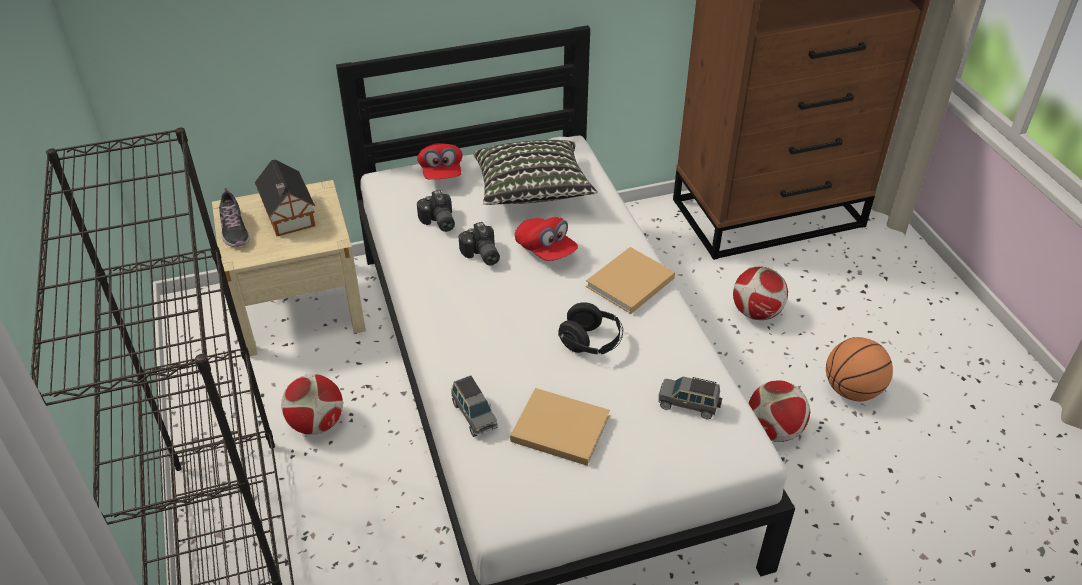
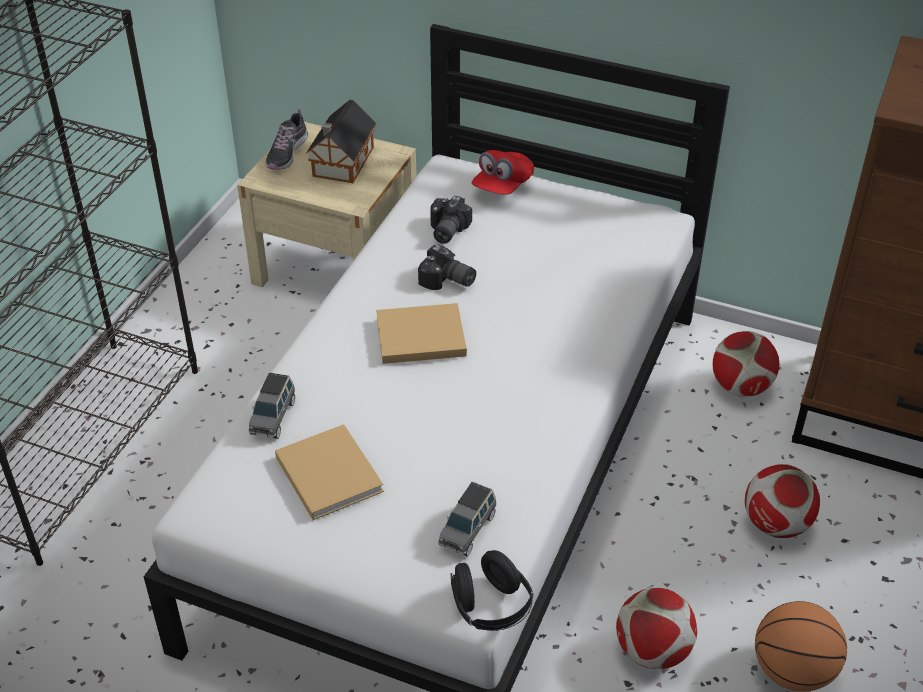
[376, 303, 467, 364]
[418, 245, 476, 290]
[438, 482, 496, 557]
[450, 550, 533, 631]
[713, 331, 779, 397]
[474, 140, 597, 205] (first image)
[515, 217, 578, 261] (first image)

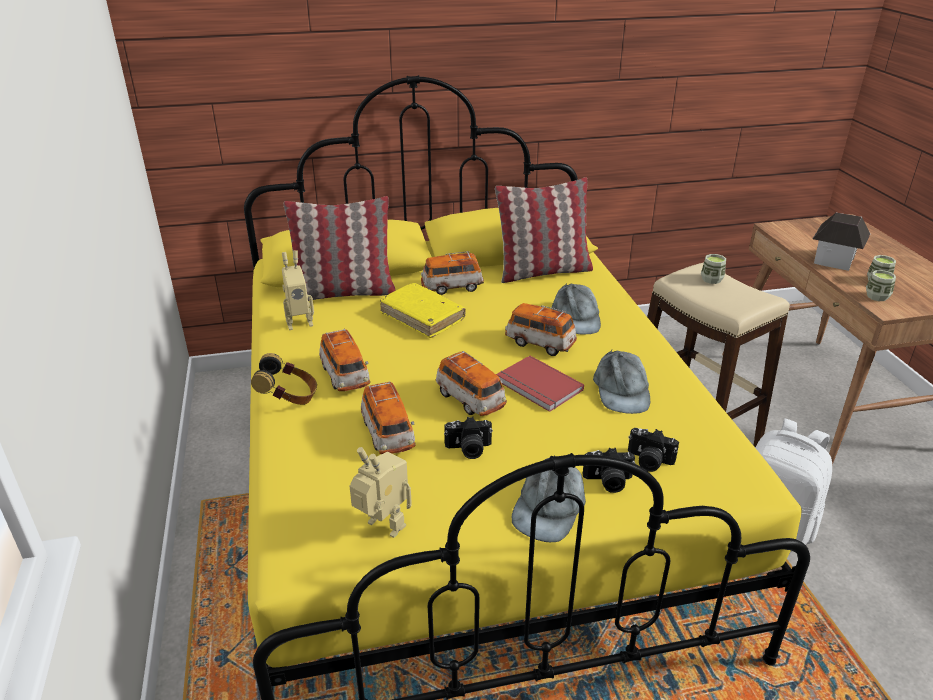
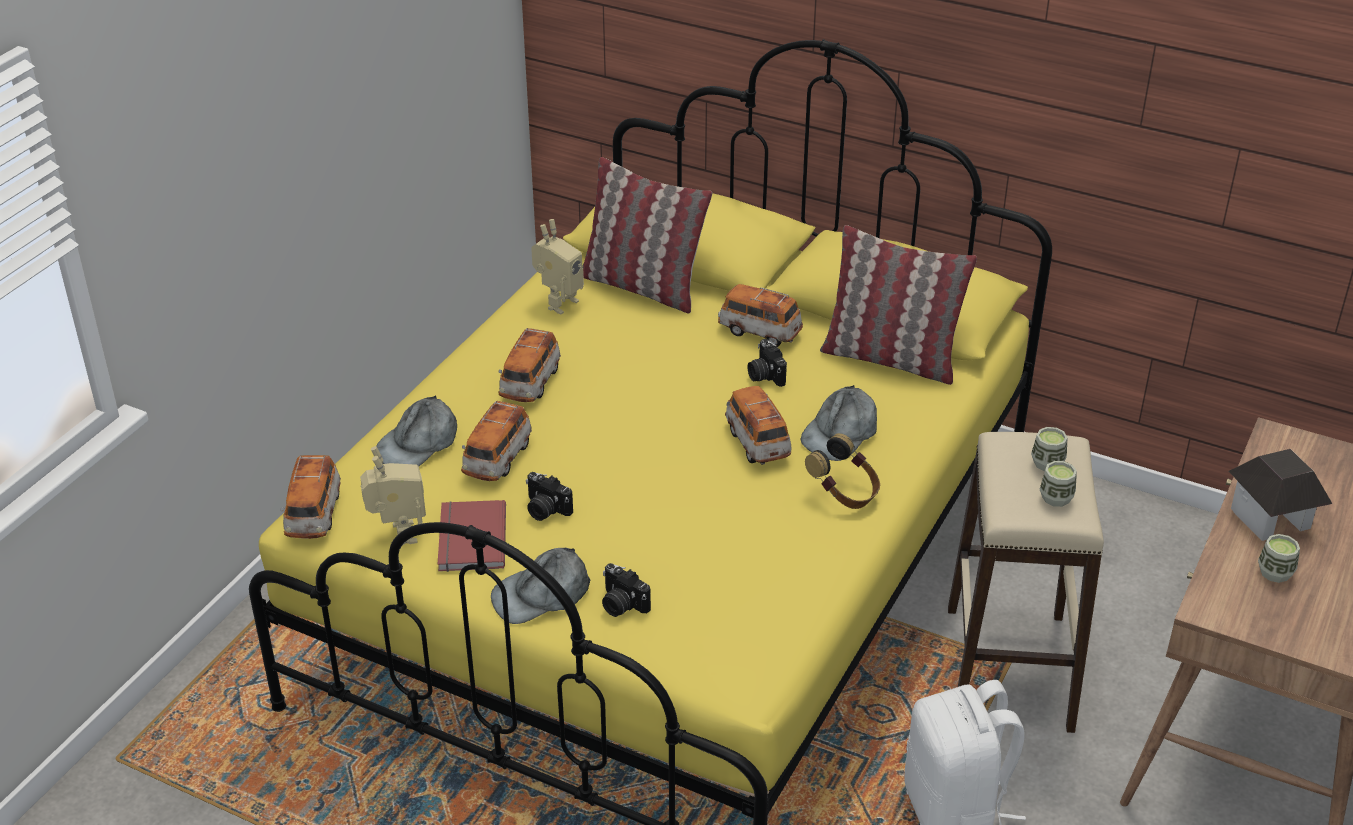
[280, 455, 341, 539]
[376, 396, 457, 466]
[438, 500, 506, 572]
[531, 219, 584, 315]
[747, 339, 787, 387]
[805, 433, 880, 509]
[1040, 461, 1077, 507]
[380, 283, 466, 338] (first image)

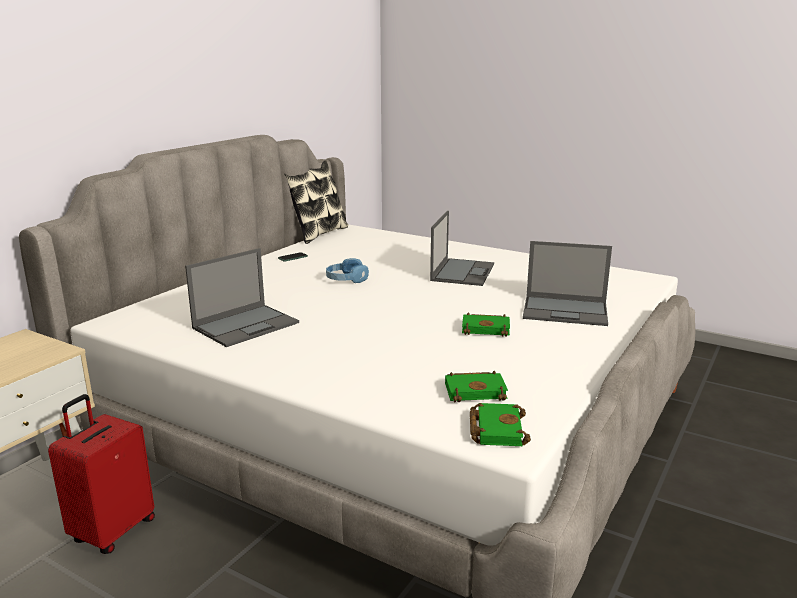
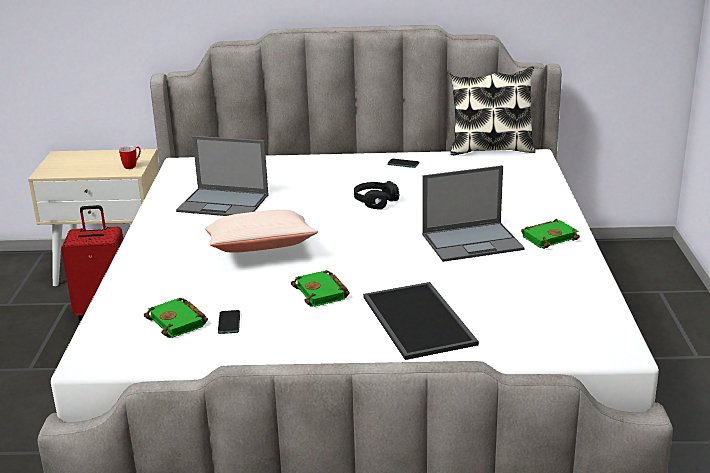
[119, 146, 141, 169]
[205, 209, 318, 253]
[218, 310, 240, 334]
[354, 181, 399, 209]
[363, 282, 479, 360]
[521, 219, 580, 249]

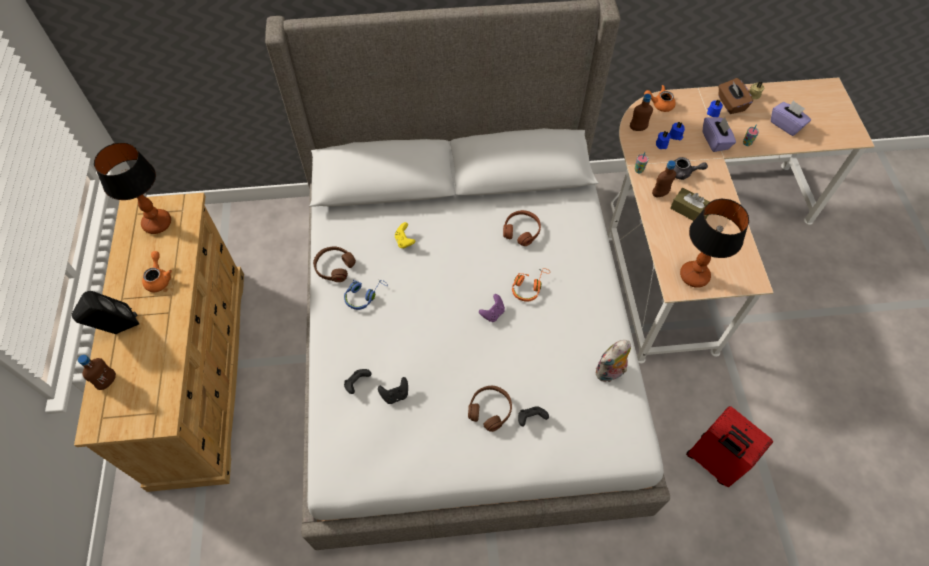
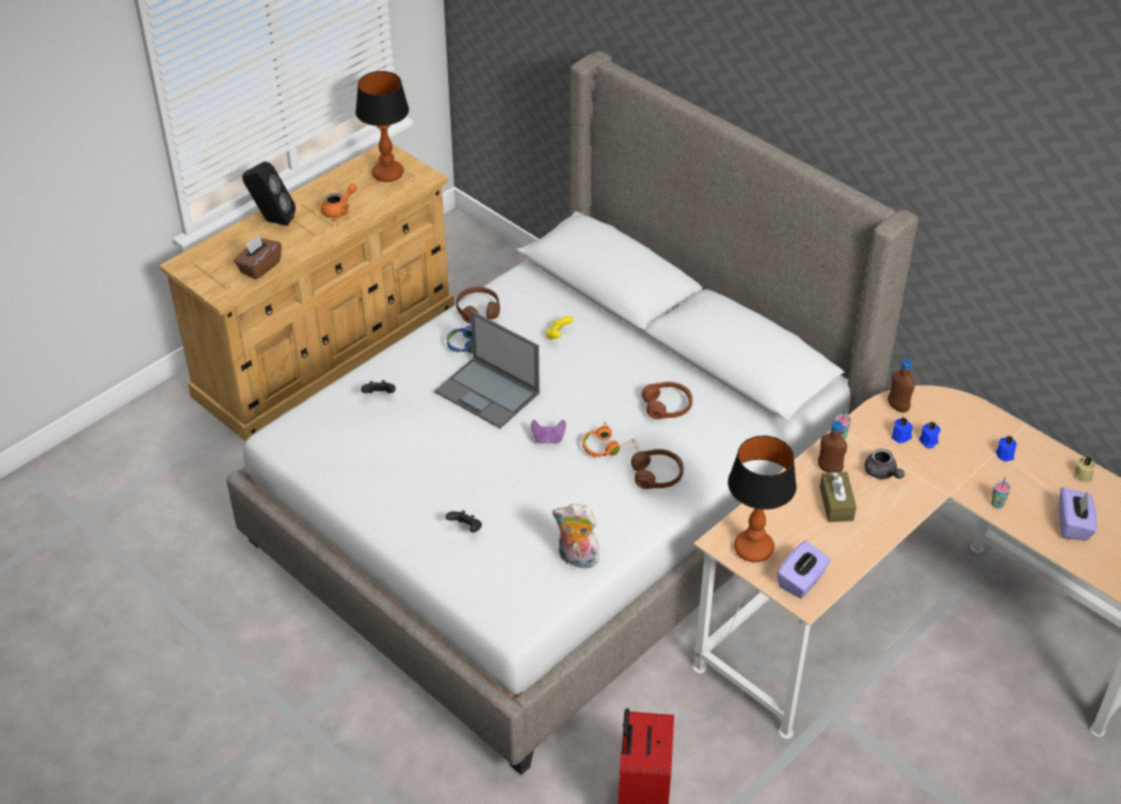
[234, 235, 282, 280]
[435, 311, 540, 429]
[631, 449, 684, 489]
[777, 541, 831, 599]
[78, 355, 116, 390] (first image)
[378, 377, 408, 404] (first image)
[644, 85, 675, 112] (first image)

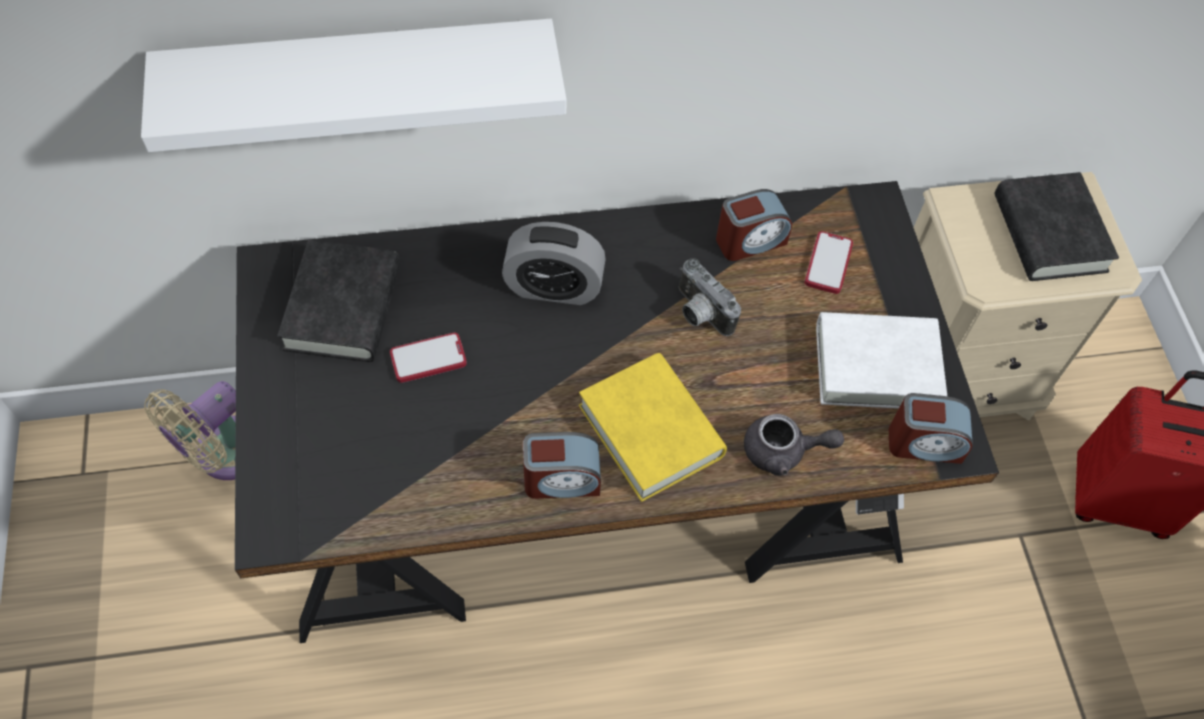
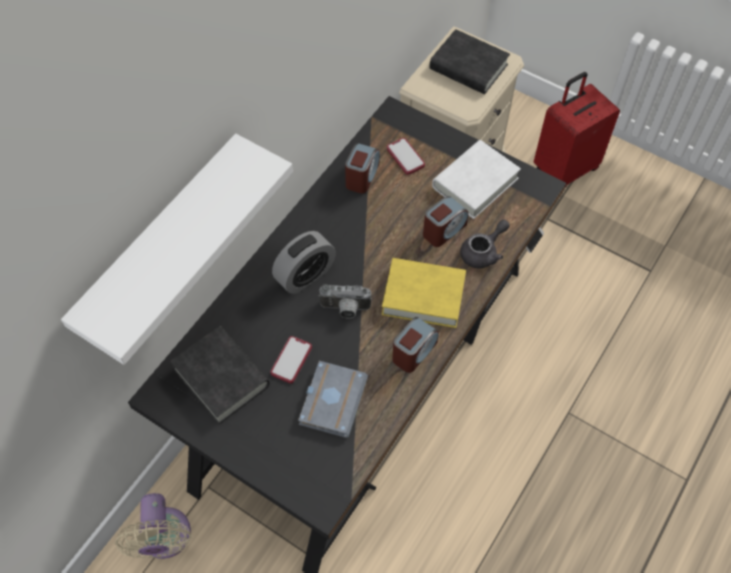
[298, 361, 368, 438]
[318, 284, 372, 319]
[423, 196, 469, 247]

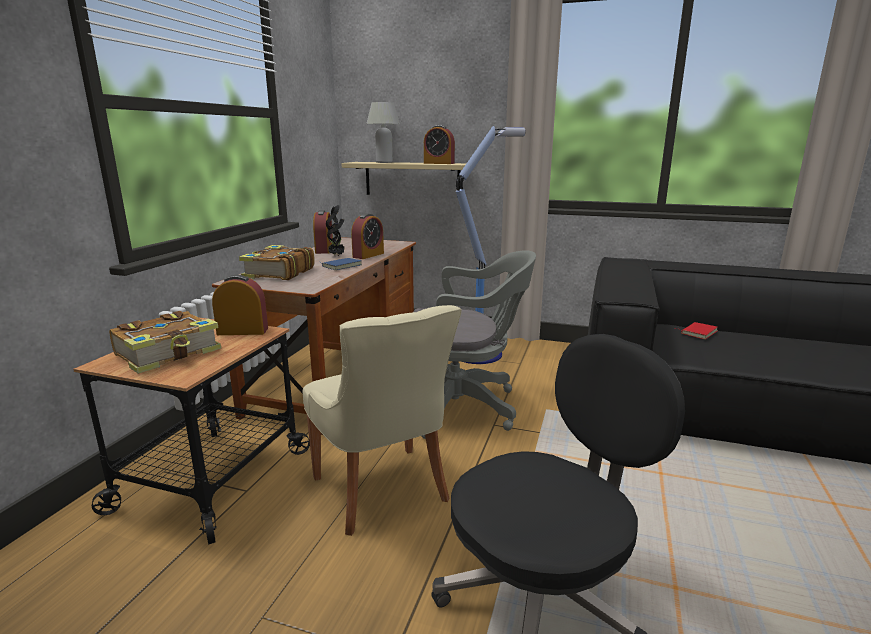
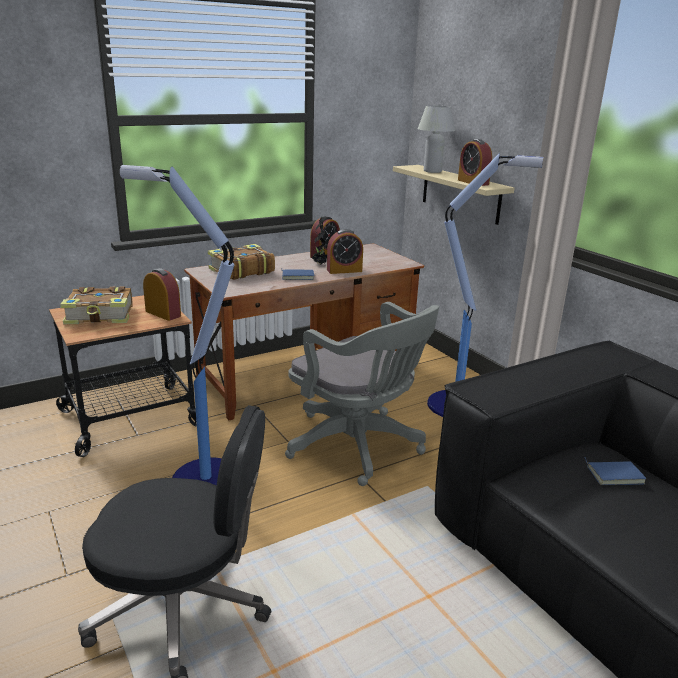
[120, 165, 234, 486]
[585, 457, 647, 485]

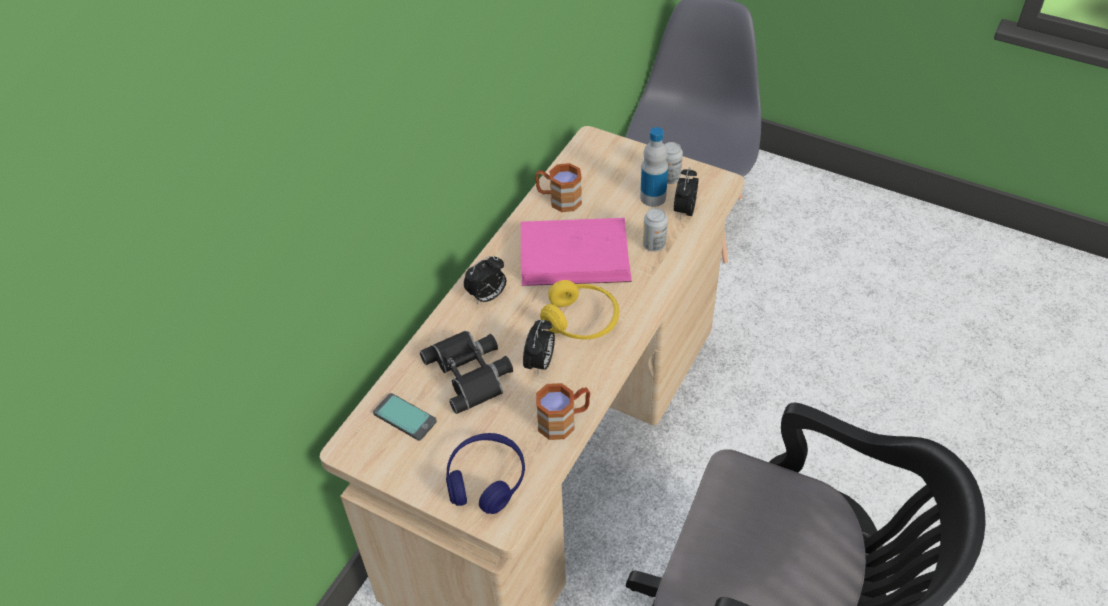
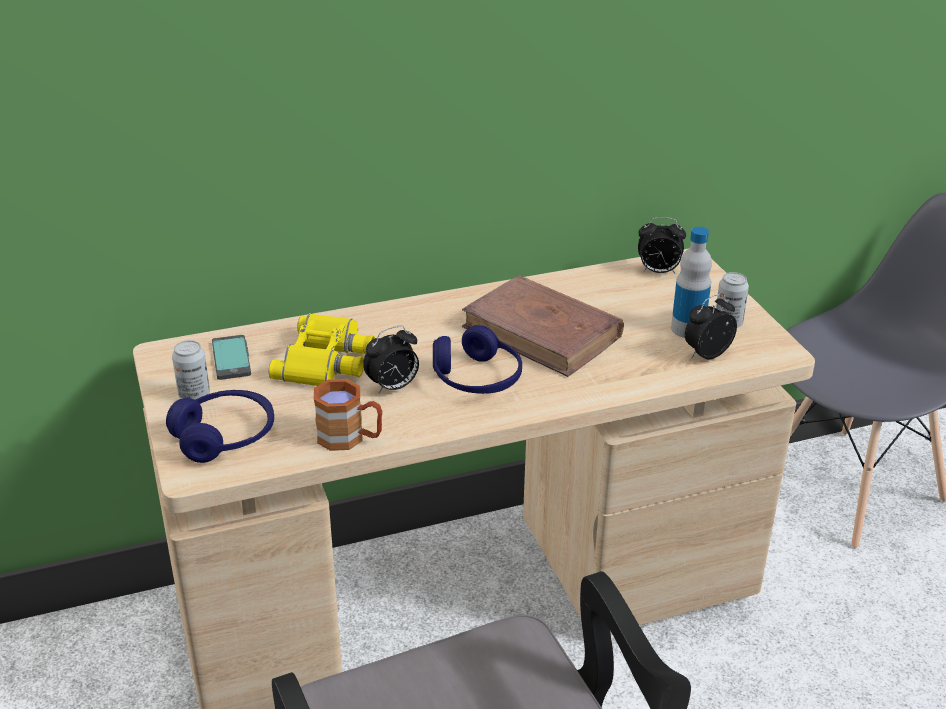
[172, 340, 210, 400]
[269, 313, 375, 386]
[433, 325, 522, 394]
[462, 275, 624, 377]
[638, 217, 686, 273]
[535, 163, 582, 212] (first image)

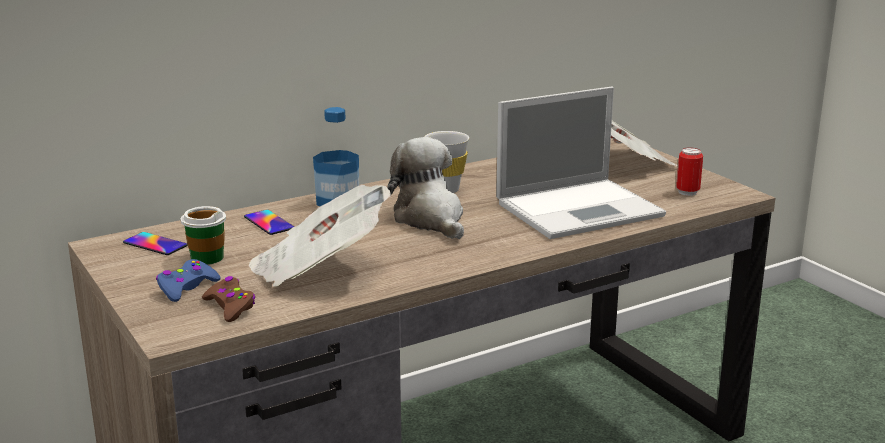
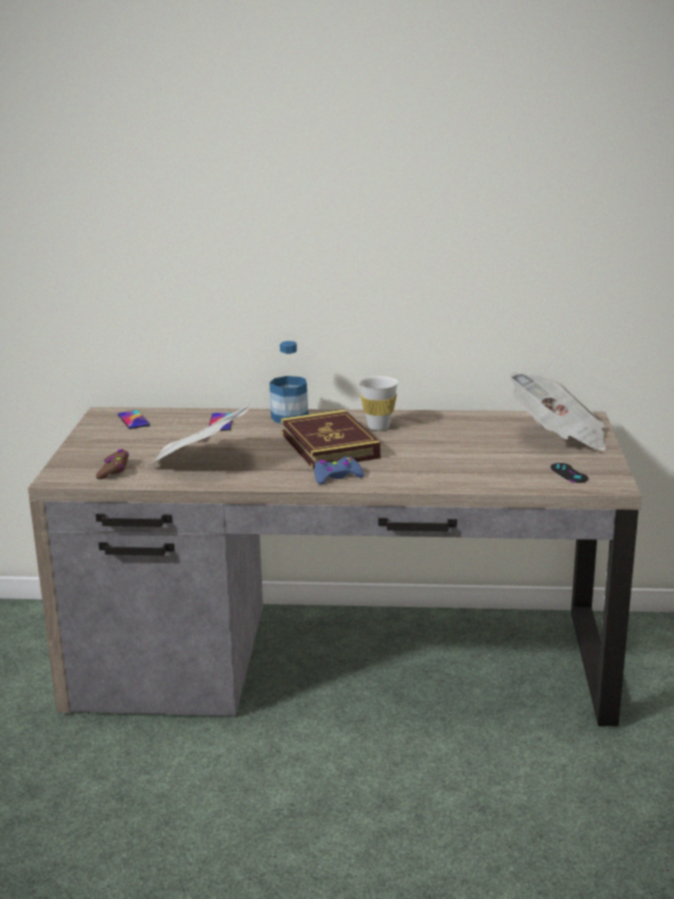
[281, 410, 381, 469]
[314, 457, 364, 484]
[550, 463, 588, 483]
[181, 206, 226, 265] (first image)
[496, 87, 666, 239] (first image)

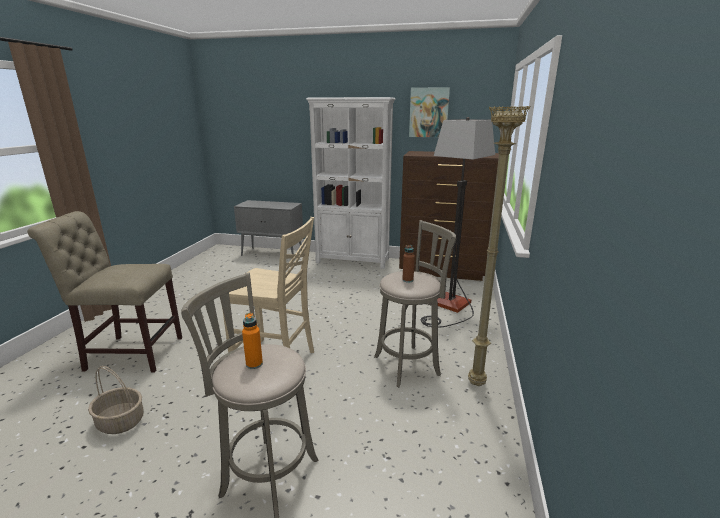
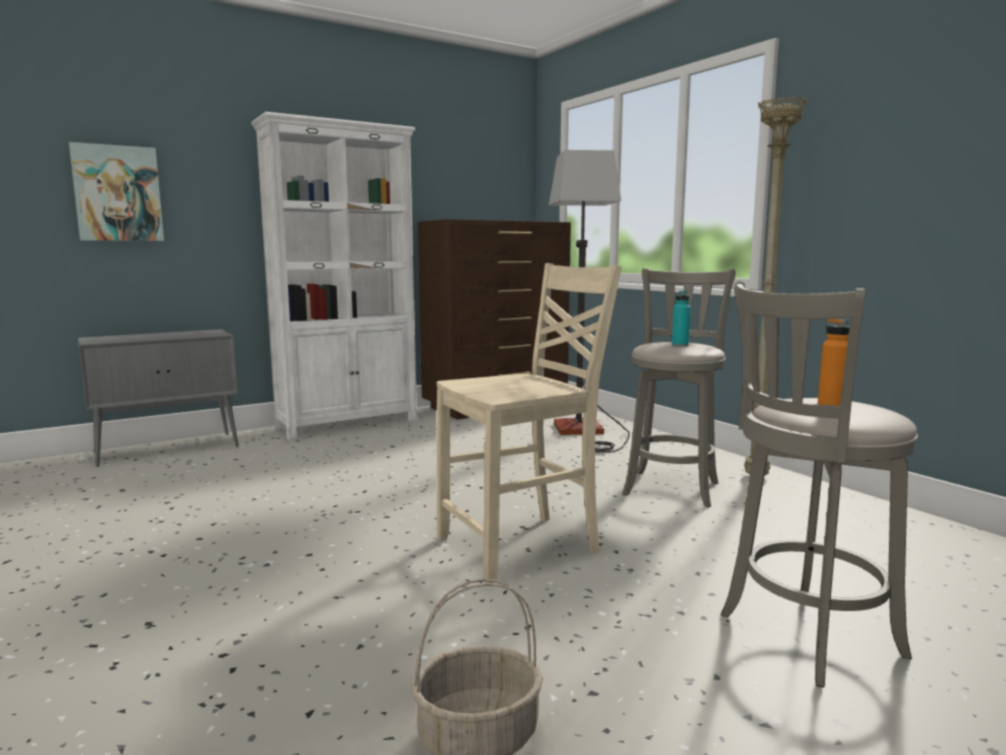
[69, 142, 164, 241]
[672, 291, 690, 347]
[27, 211, 182, 373] (first image)

